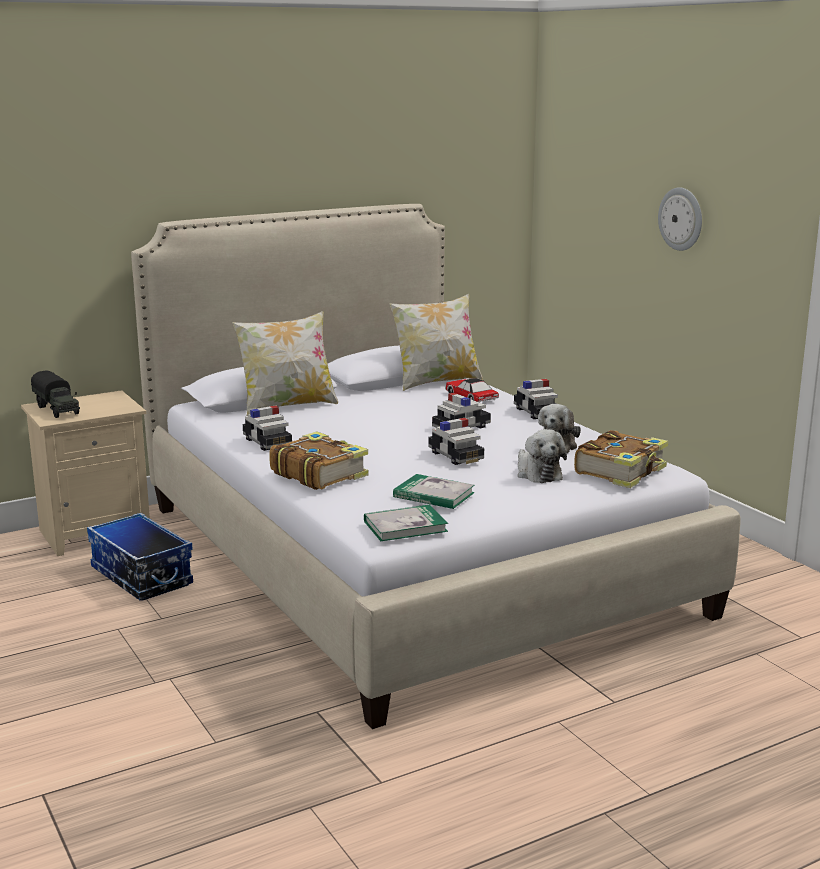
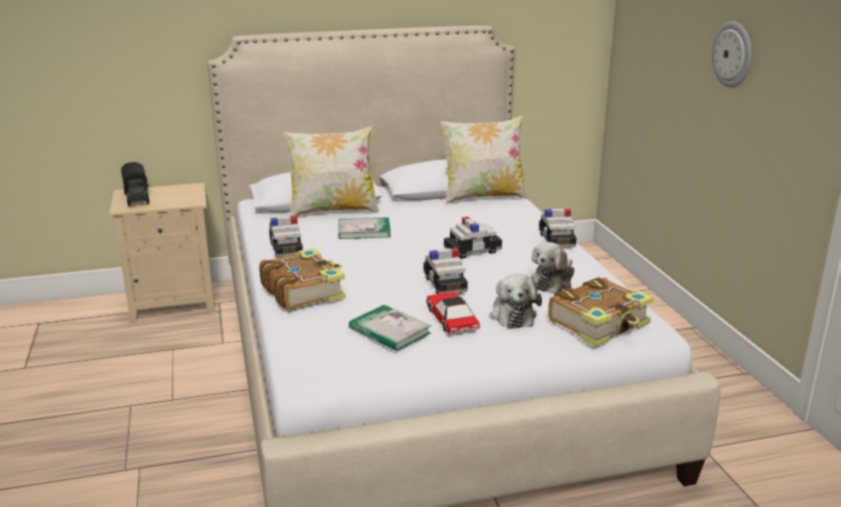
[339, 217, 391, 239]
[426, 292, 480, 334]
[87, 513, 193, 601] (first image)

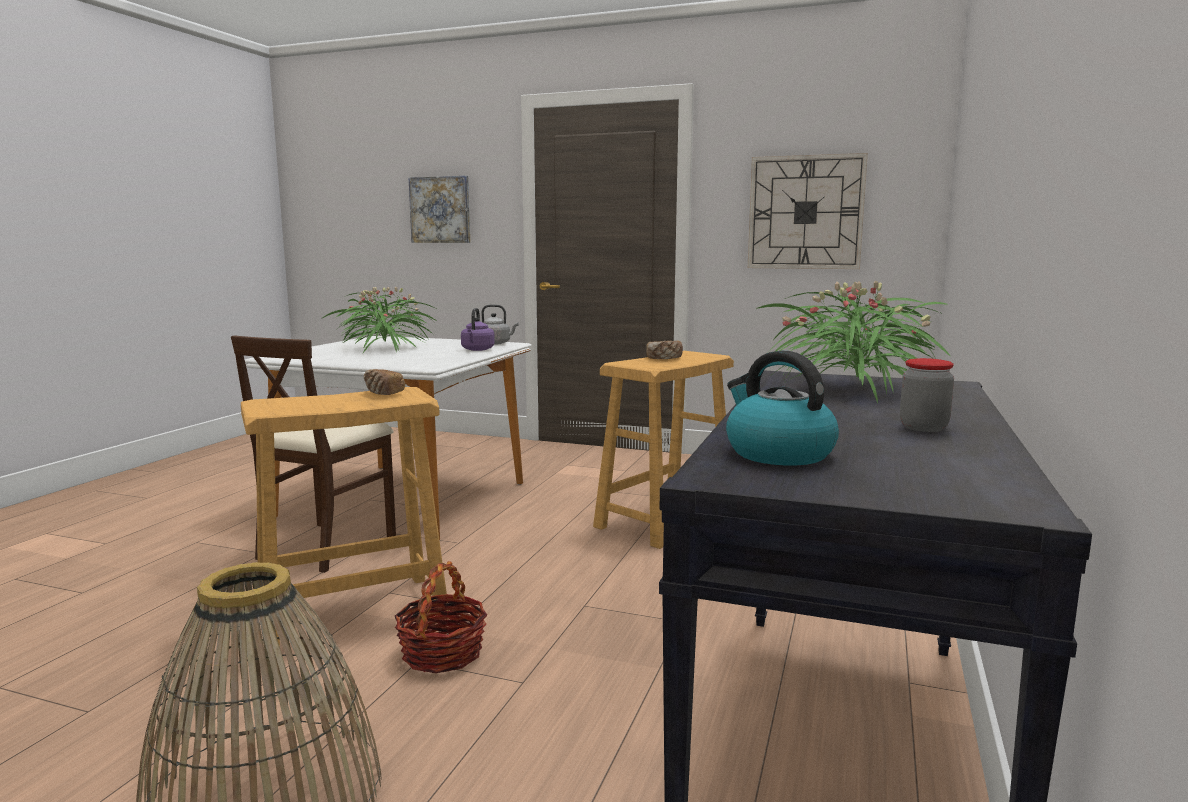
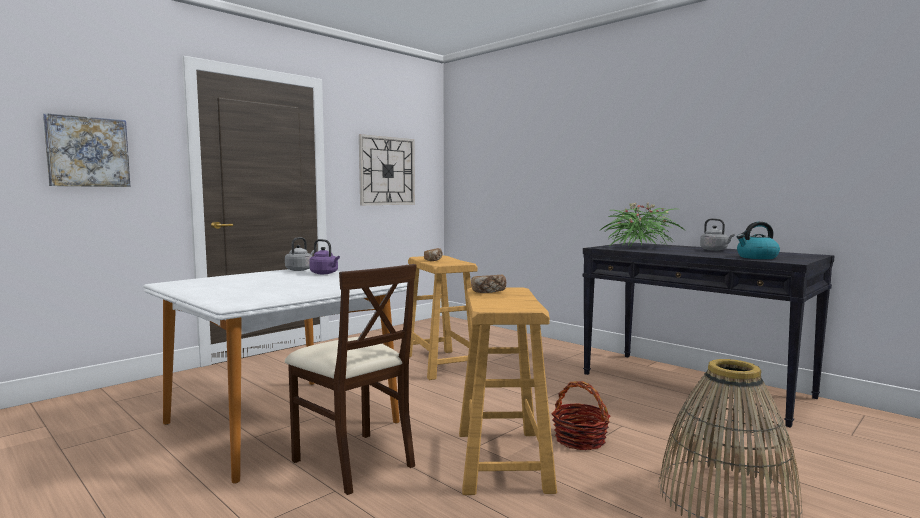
[700, 218, 735, 251]
[323, 287, 435, 353] (first image)

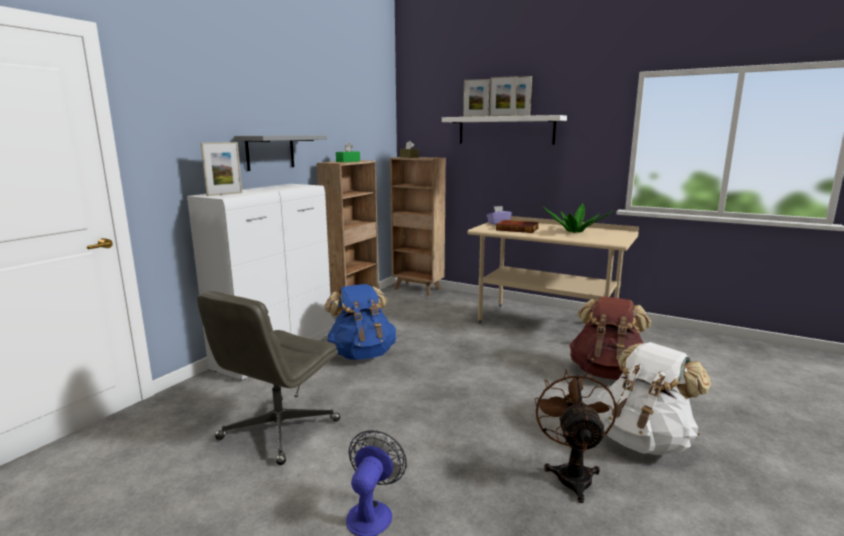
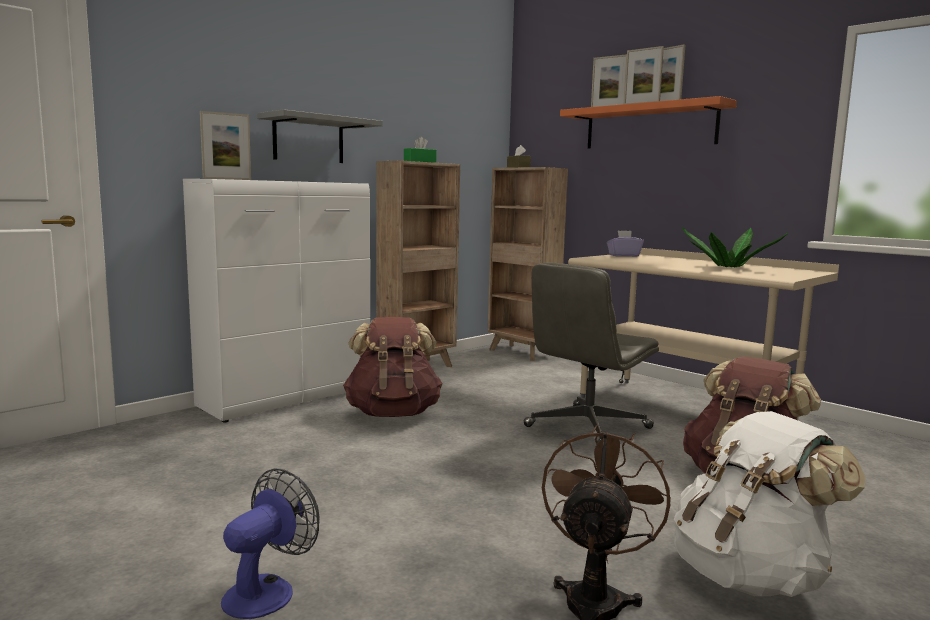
[343, 317, 443, 417]
[524, 263, 659, 443]
[560, 96, 737, 149]
[496, 220, 539, 233] (first image)

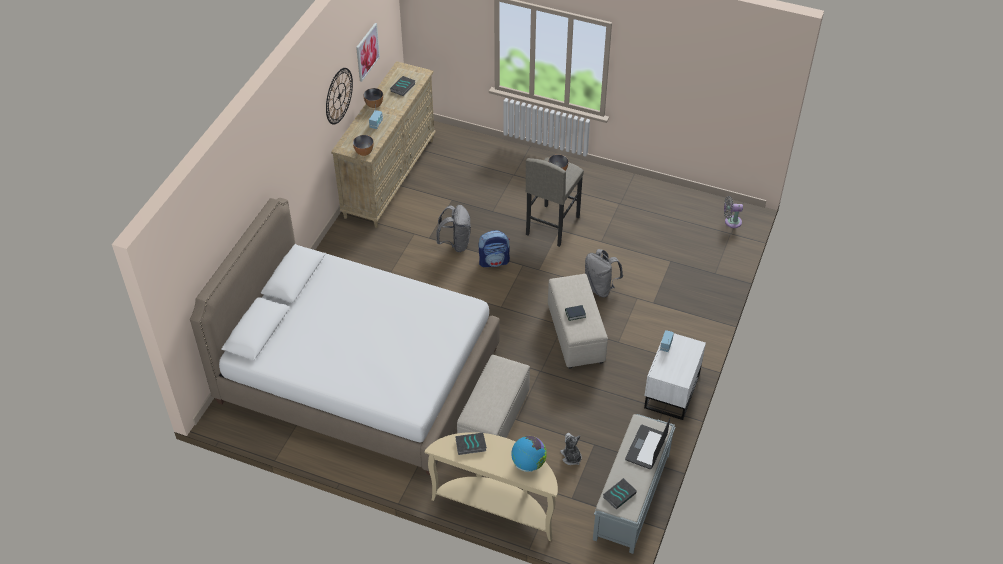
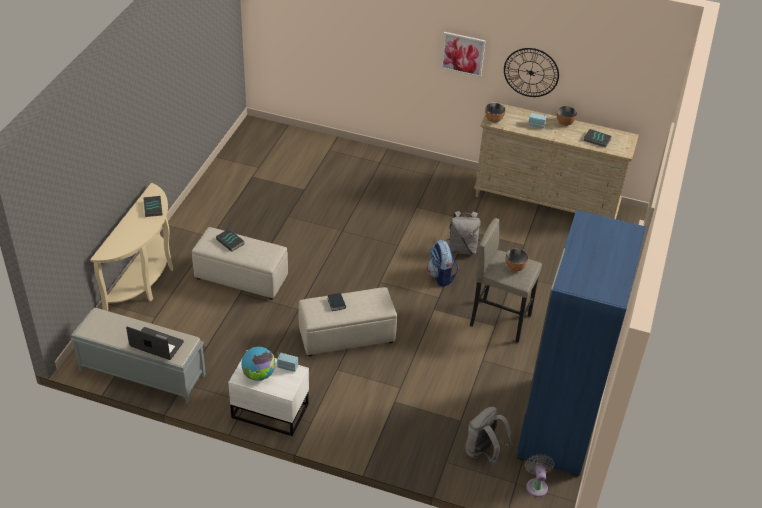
[216, 229, 245, 252]
[241, 347, 275, 381]
[441, 32, 486, 77]
[465, 407, 513, 464]
[517, 209, 646, 476]
[190, 198, 500, 475] (first image)
[560, 433, 582, 465] (first image)

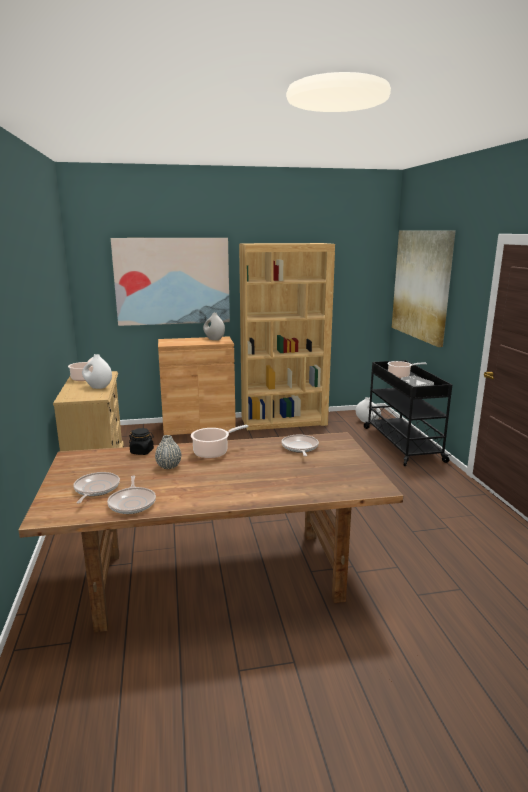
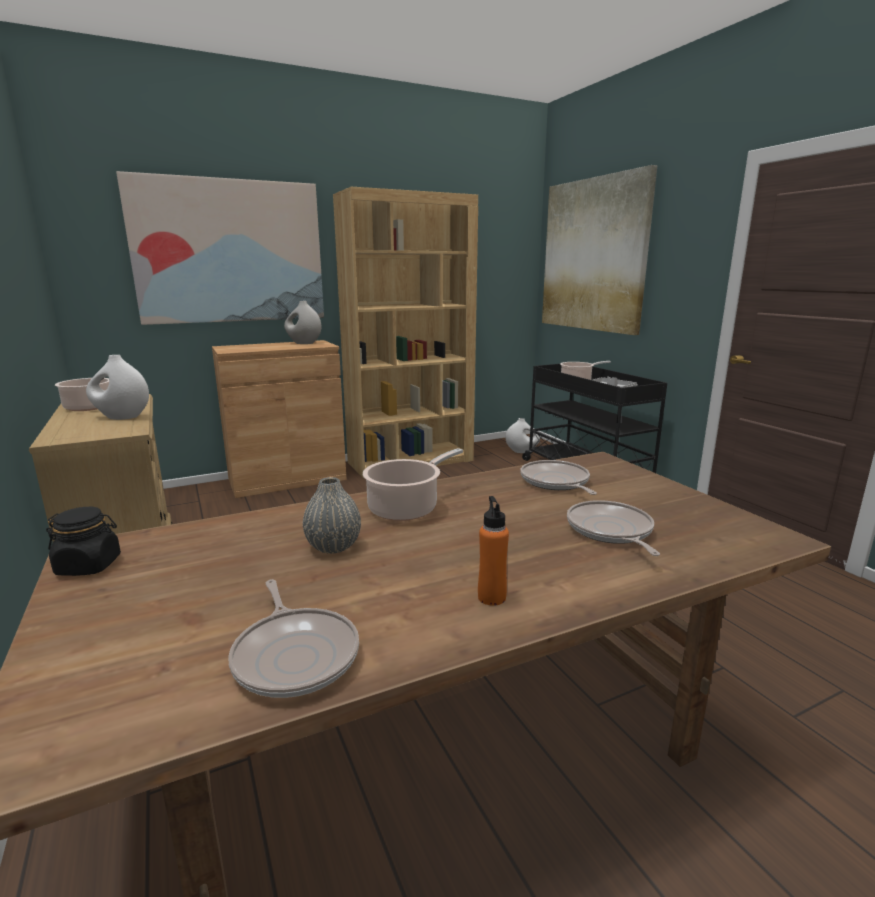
[46, 507, 121, 576]
[478, 496, 509, 606]
[567, 500, 660, 556]

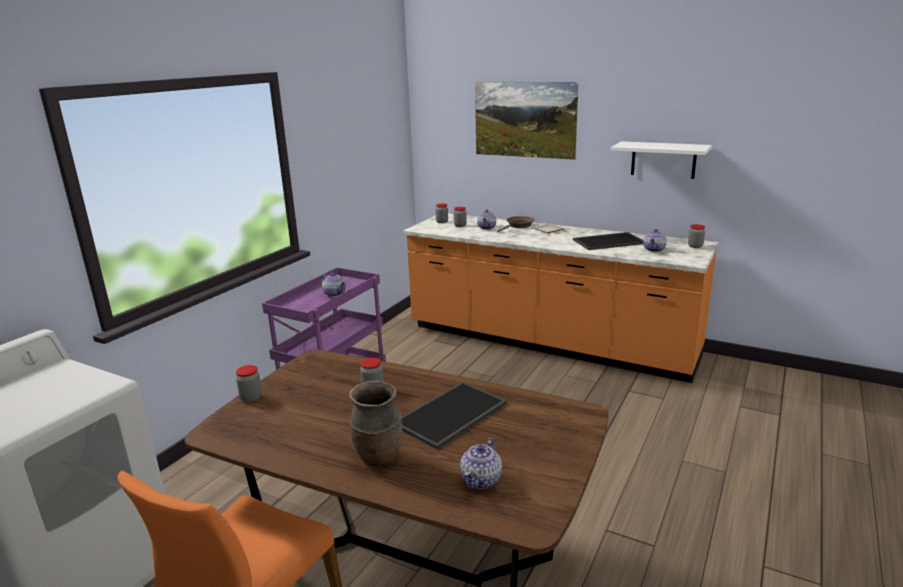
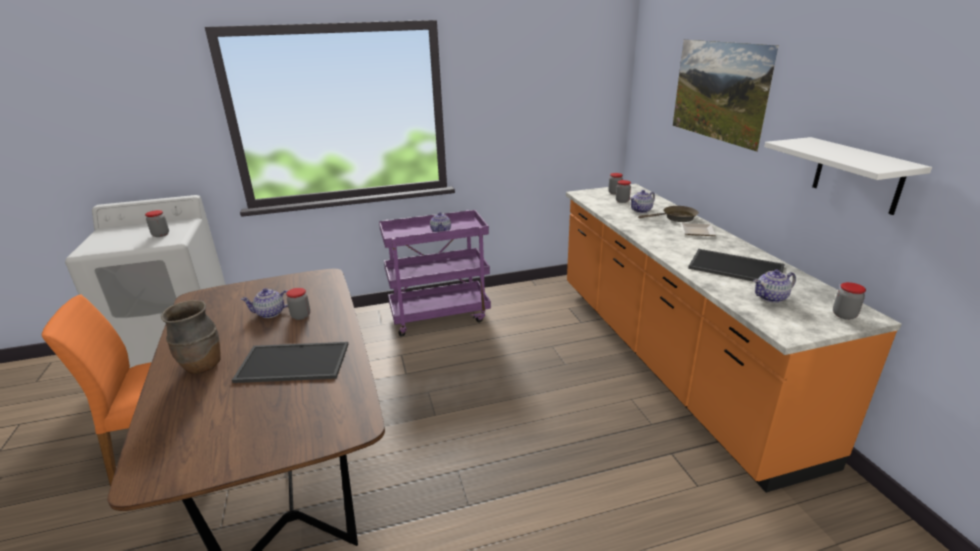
[145, 210, 169, 237]
[240, 288, 288, 318]

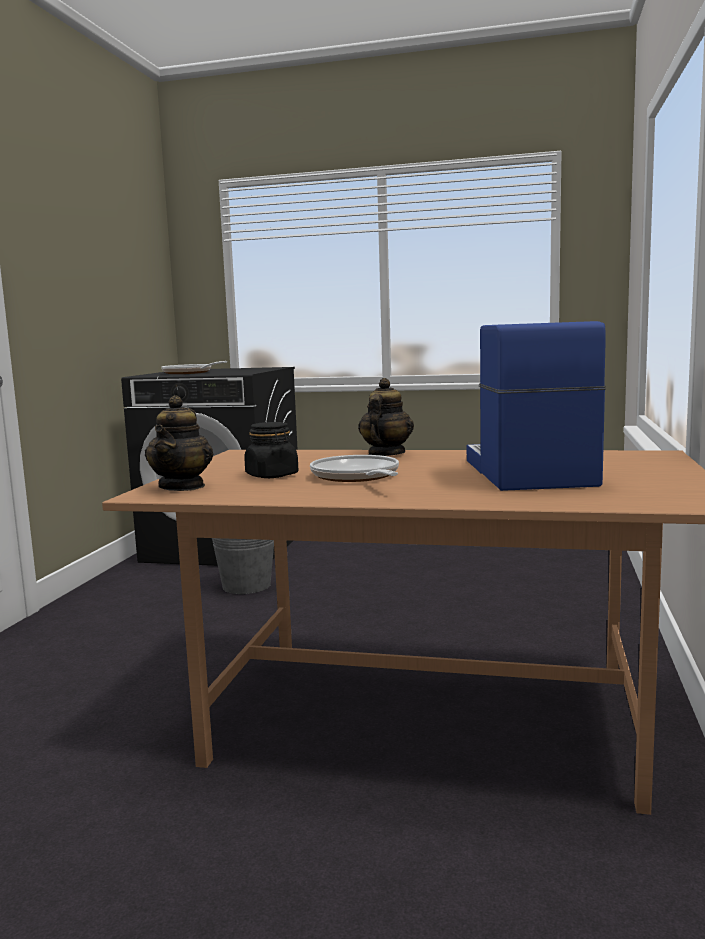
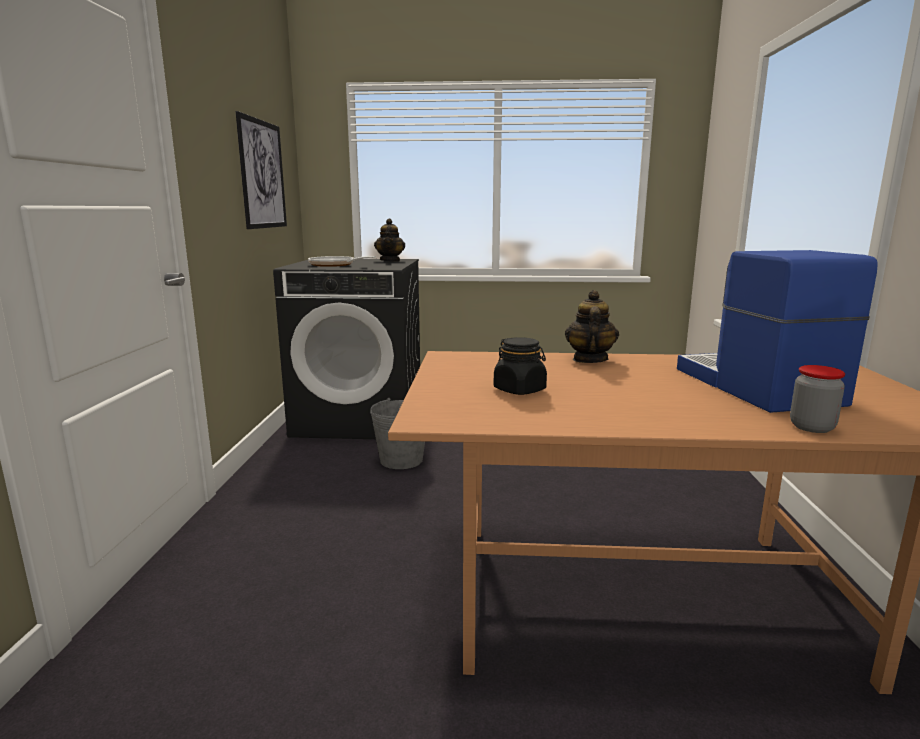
[236, 111, 287, 229]
[374, 218, 405, 262]
[790, 365, 845, 433]
[310, 455, 399, 482] (first image)

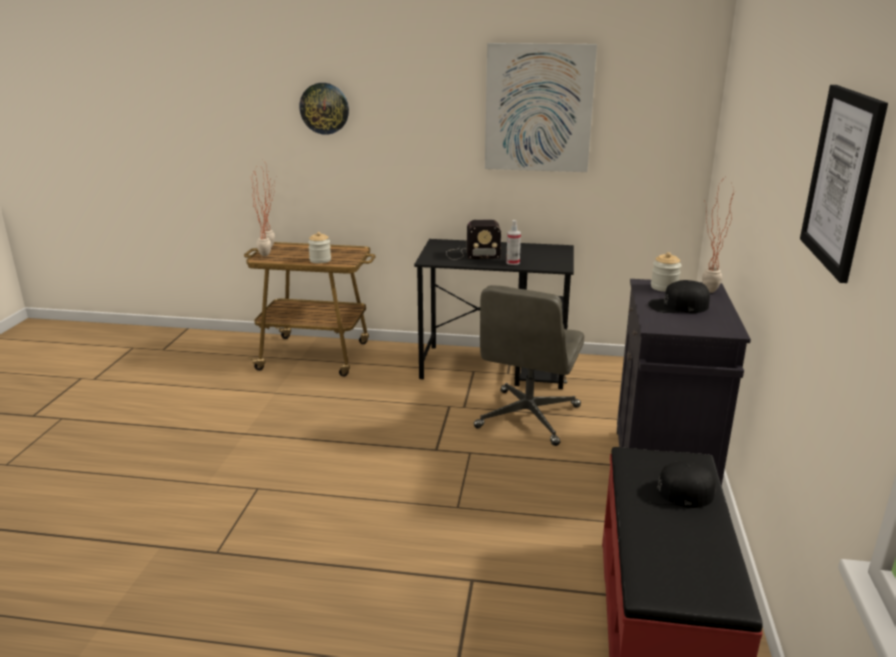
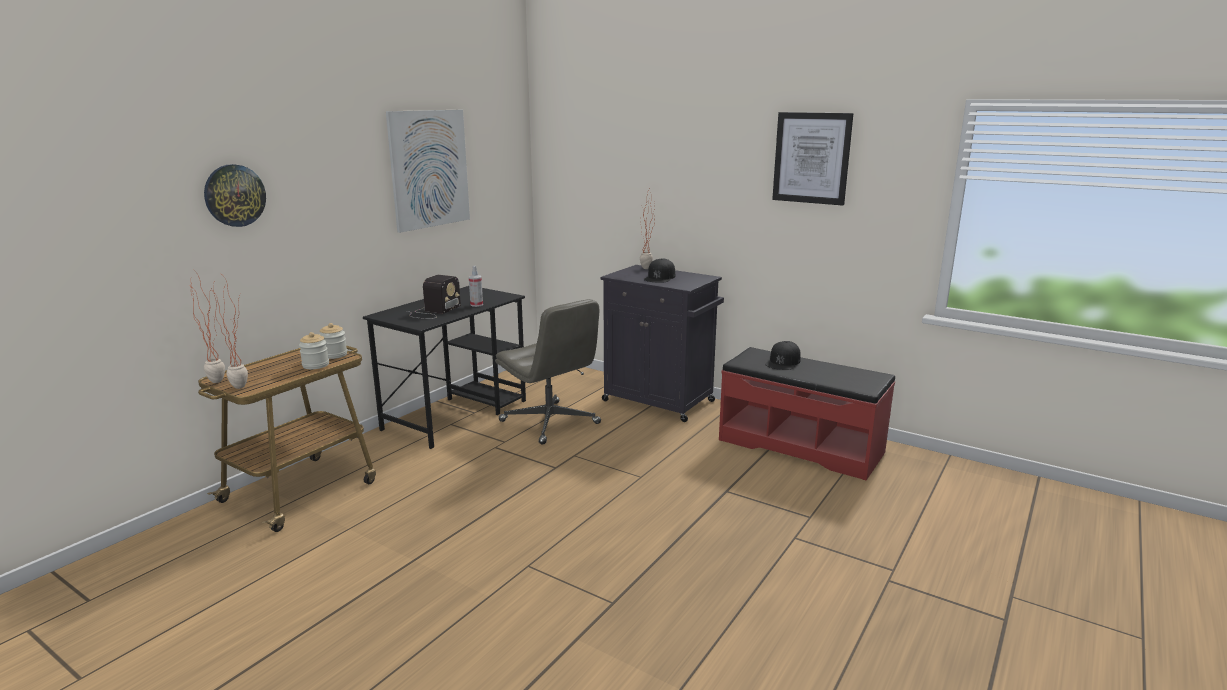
[319, 323, 347, 359]

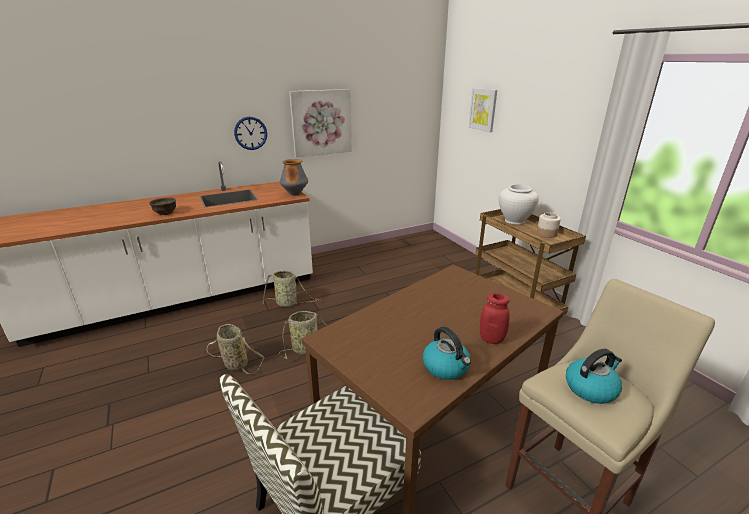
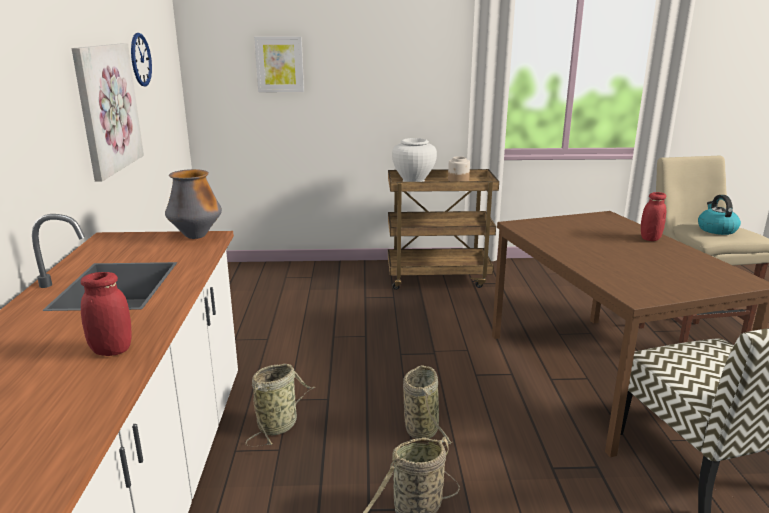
[81, 272, 132, 356]
[131, 33, 152, 86]
[423, 327, 471, 380] (first image)

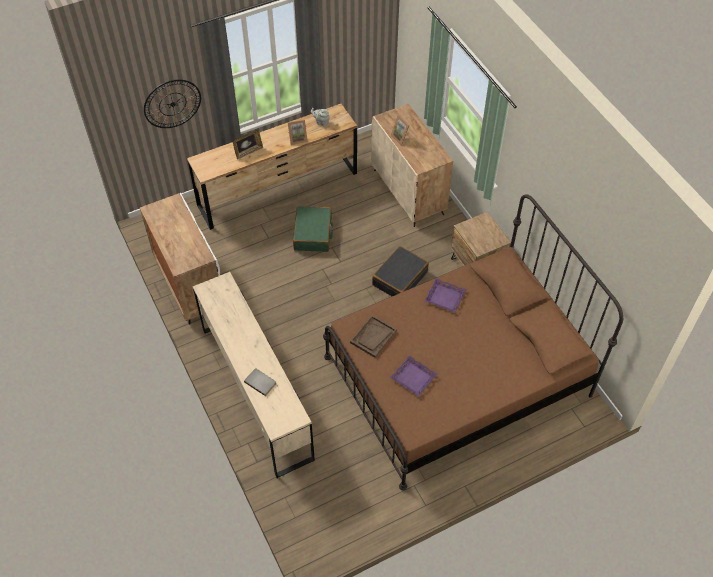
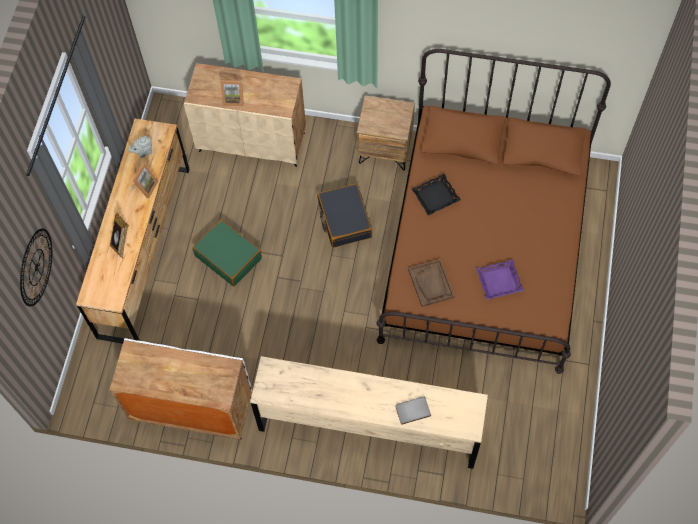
[412, 174, 461, 216]

